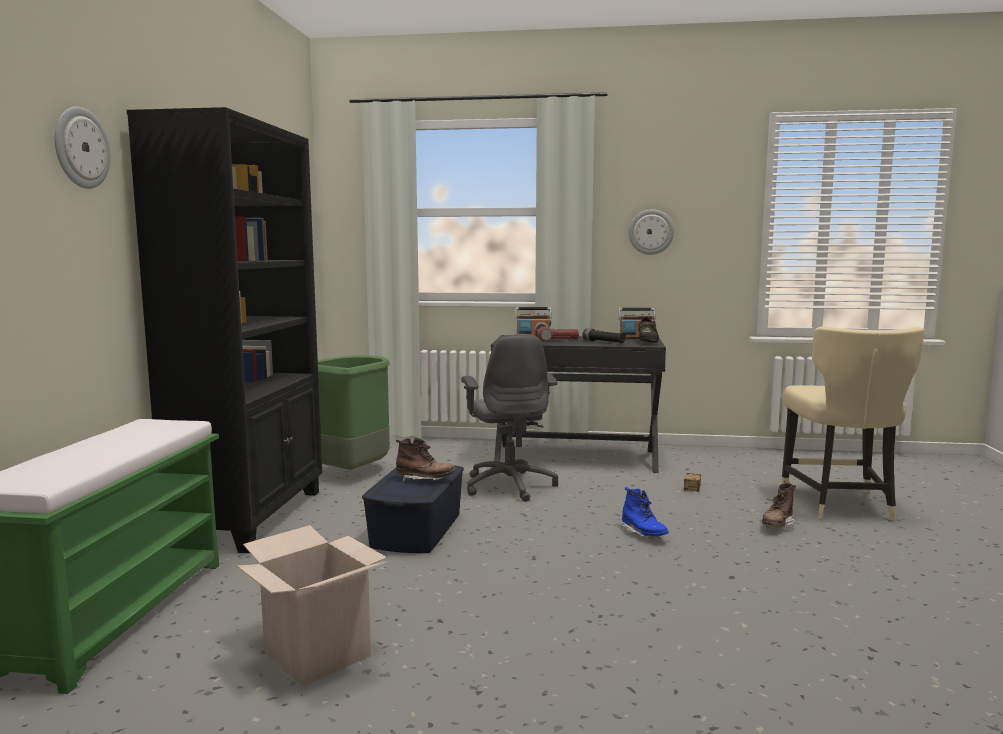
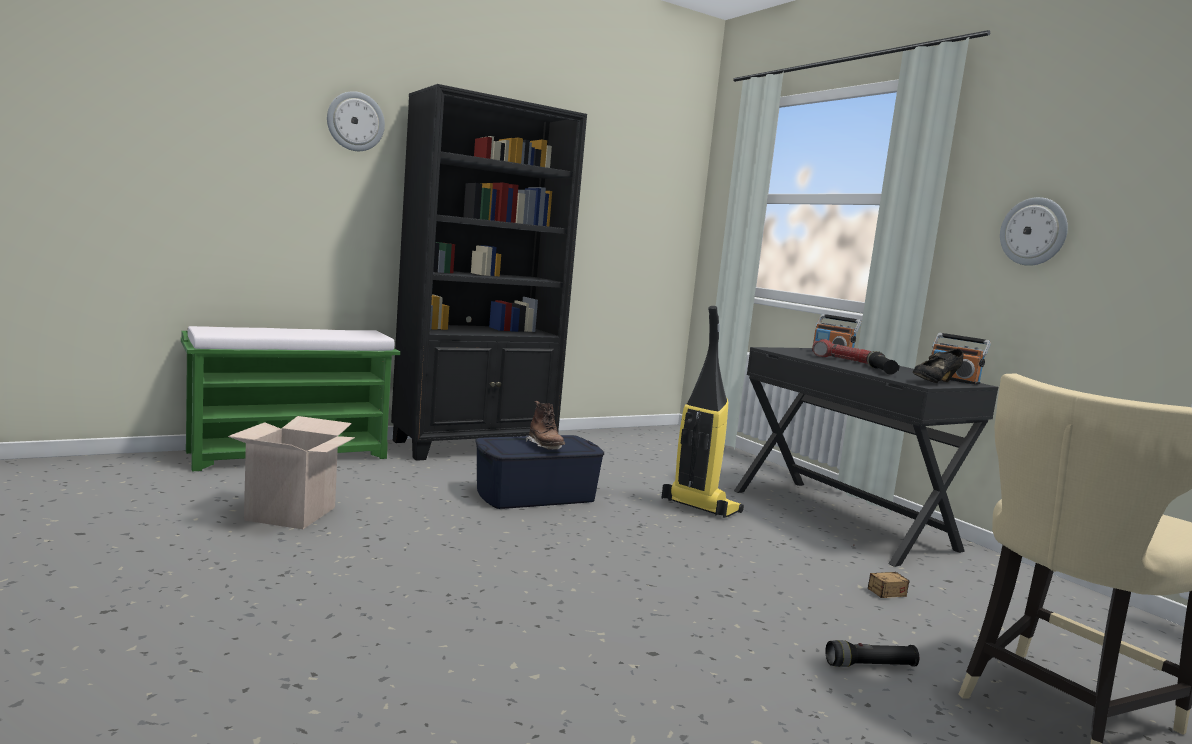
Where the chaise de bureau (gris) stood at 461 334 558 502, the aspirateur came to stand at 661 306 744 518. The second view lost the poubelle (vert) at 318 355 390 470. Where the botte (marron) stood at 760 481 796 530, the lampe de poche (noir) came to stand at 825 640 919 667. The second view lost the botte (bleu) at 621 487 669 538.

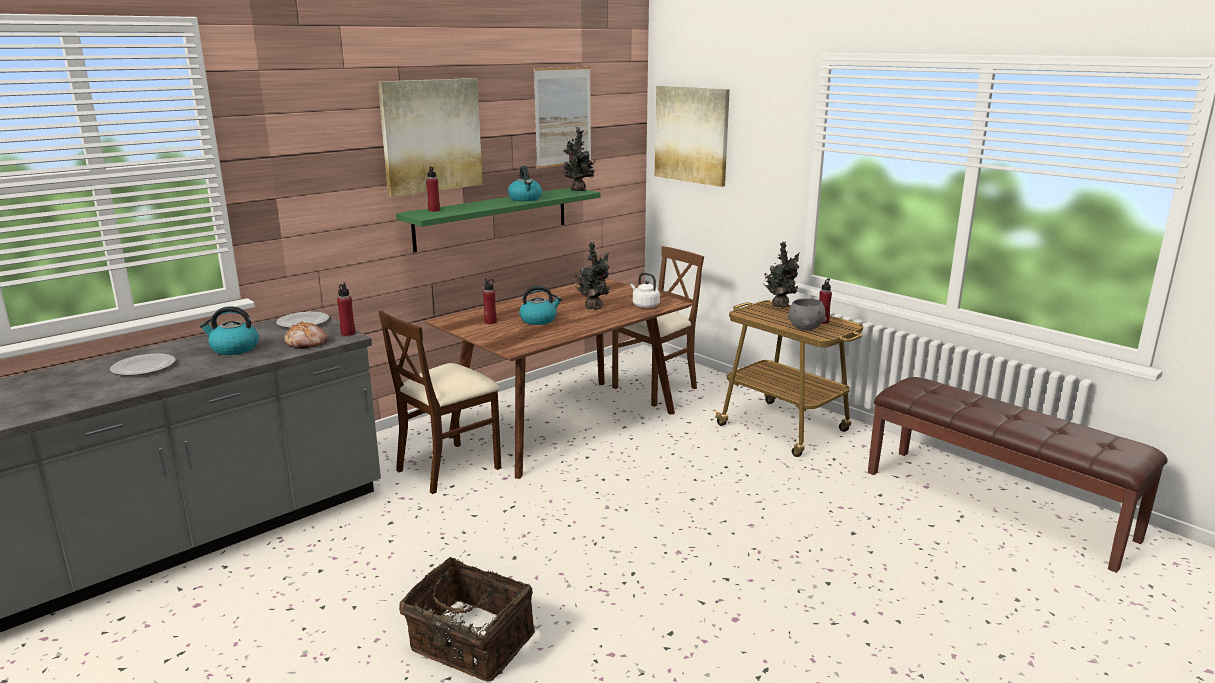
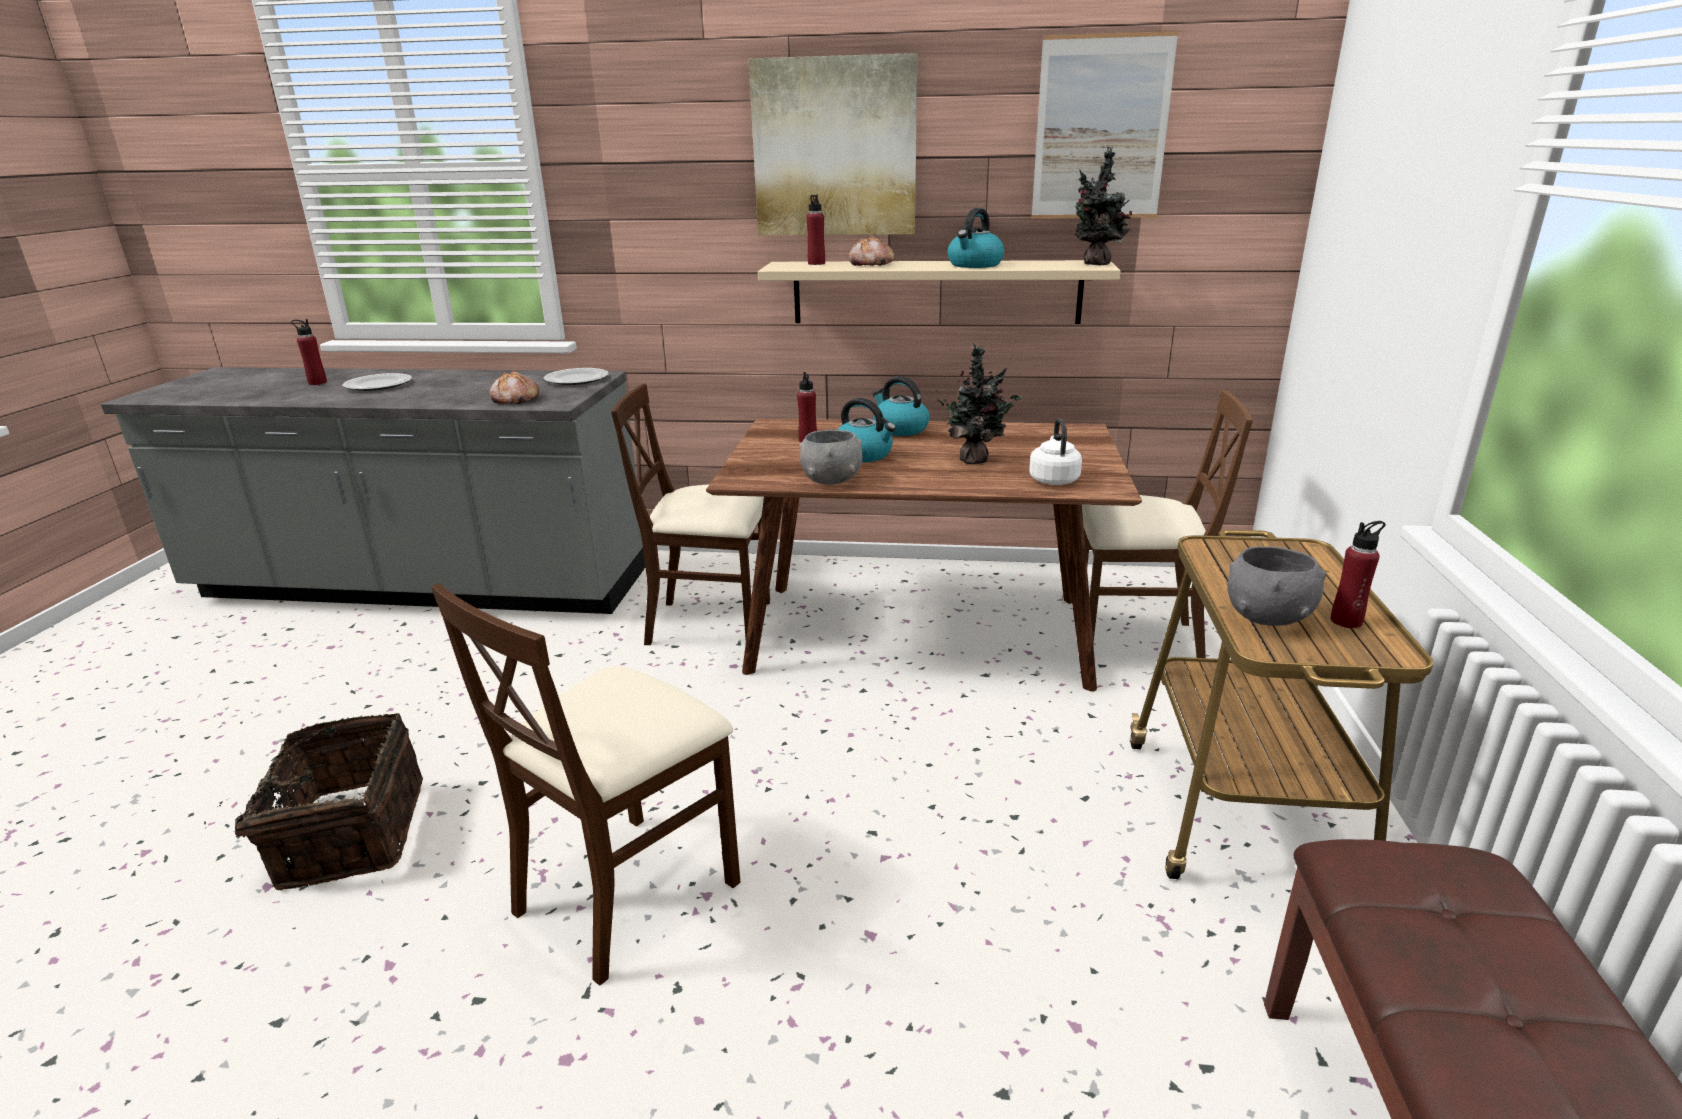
The second view lost the tableau at 655 86 730 187. What was the étagère (vert) at 396 188 601 252 turned into the étagère (beige) at 758 260 1121 324. The second view lost the plante en pot at 764 242 800 308. The bouteille (rouge) ended up elsewhere, having gone from 337 283 355 336 to 291 319 327 385. The bouilloire ended up elsewhere, having gone from 200 306 259 355 to 873 376 929 436. The second view gained the pain at 849 236 895 266. The second view gained the bol (gris) at 799 430 862 485. The second view gained the chaise (beige) at 431 583 741 986.

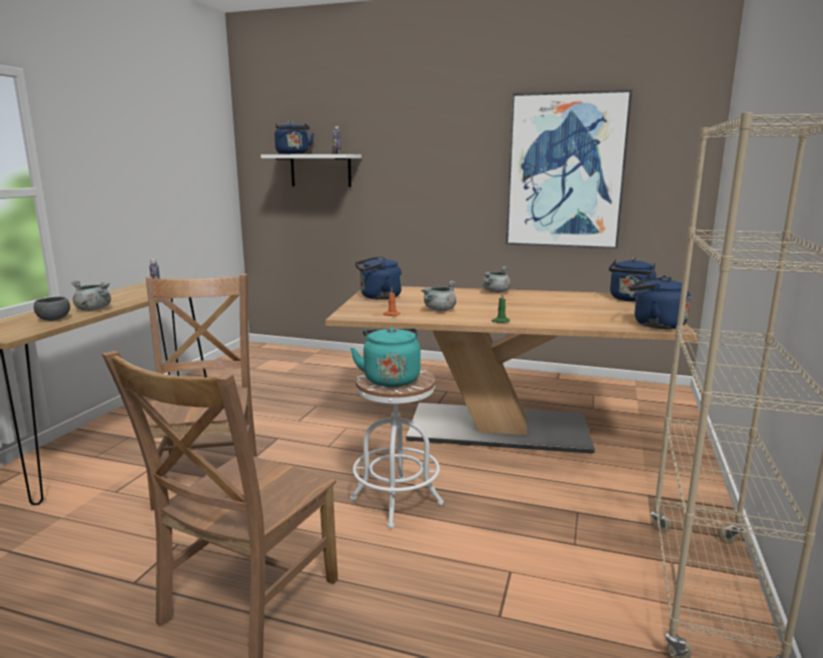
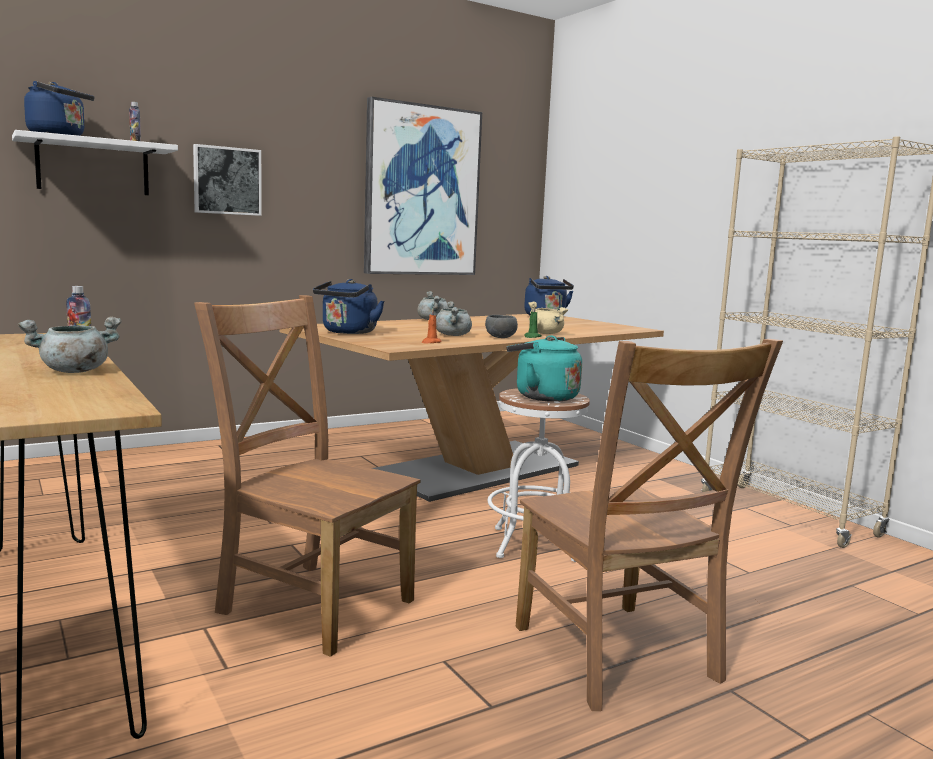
The second view lost the bouilloire (bleu) at 629 277 691 329. The bol (gris) ended up elsewhere, having gone from 34 297 70 321 to 485 315 518 338. The second view gained the tableau at 193 144 262 216. The second view gained the marmite (beige) at 528 301 568 334.

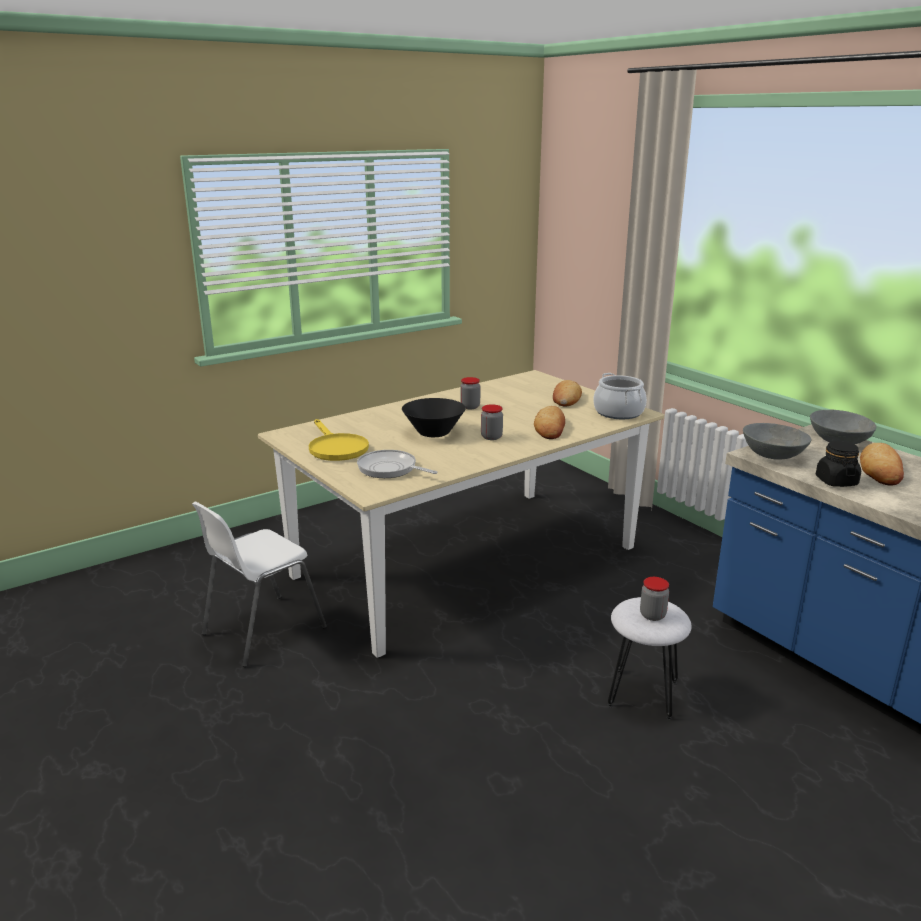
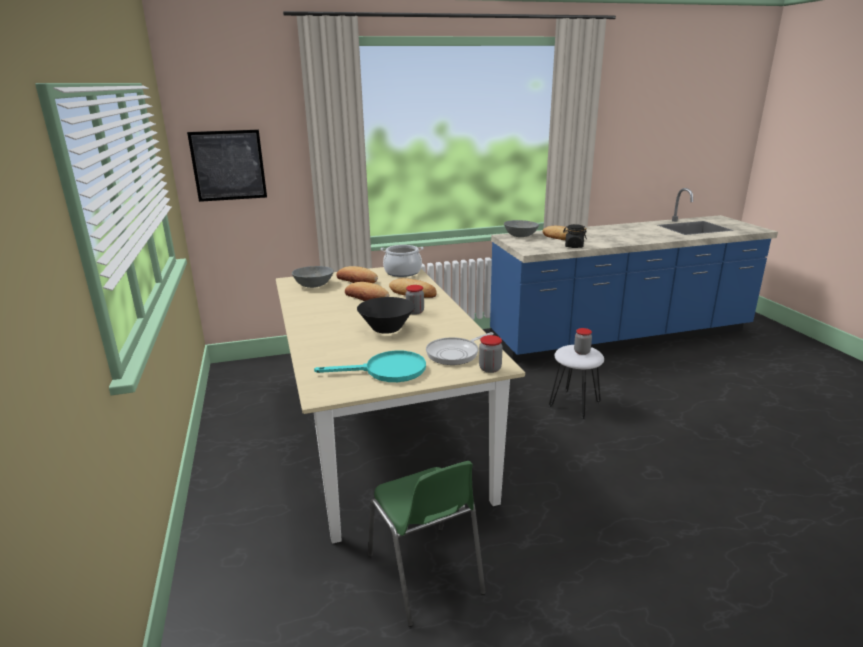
The bocal ended up elsewhere, having gone from 461 377 480 409 to 479 335 503 373. What was the poêle (jaune) at 309 419 369 461 turned into the poêle (turquoise) at 314 351 426 382. The bol (gris) ended up elsewhere, having gone from 743 423 811 459 to 292 266 334 288. What was the chaise (blanc) at 192 502 327 667 turned into the chaise (vert) at 368 461 486 627. The second view gained the tableau at 187 130 267 202. The second view gained the pain at 345 282 389 301.

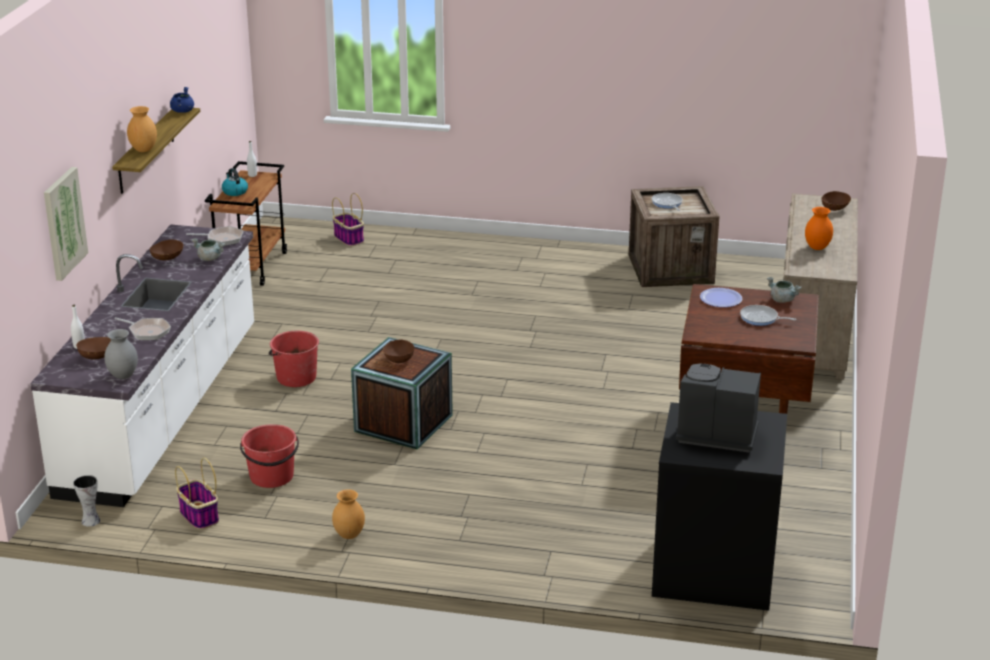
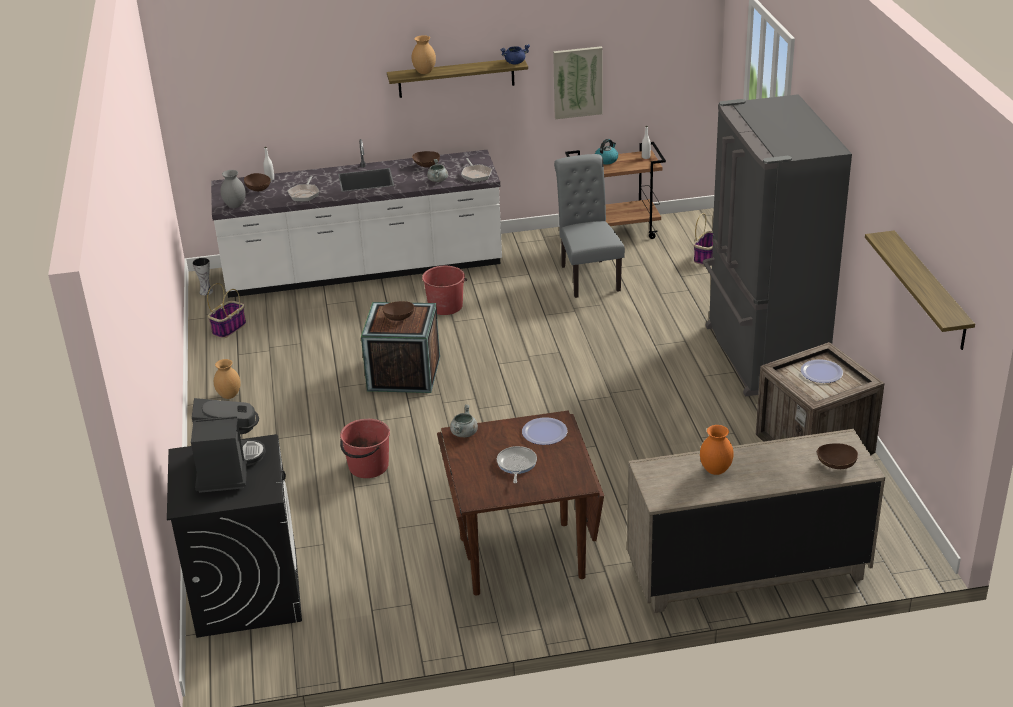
The tableau ended up elsewhere, having gone from 44 167 88 281 to 553 46 602 119. Where the poêle stood at 652 193 683 211, the assiette came to stand at 801 359 843 383. The marmite (gris) ended up elsewhere, having gone from 767 277 801 303 to 450 404 478 437. The seau (rouge) ended up elsewhere, having gone from 240 424 299 488 to 340 419 390 478. The second view gained the réfrigérateur (gris) at 702 94 852 397. The second view gained the chaise (gris) at 554 154 625 298. The second view gained the étagère at 865 231 975 350.

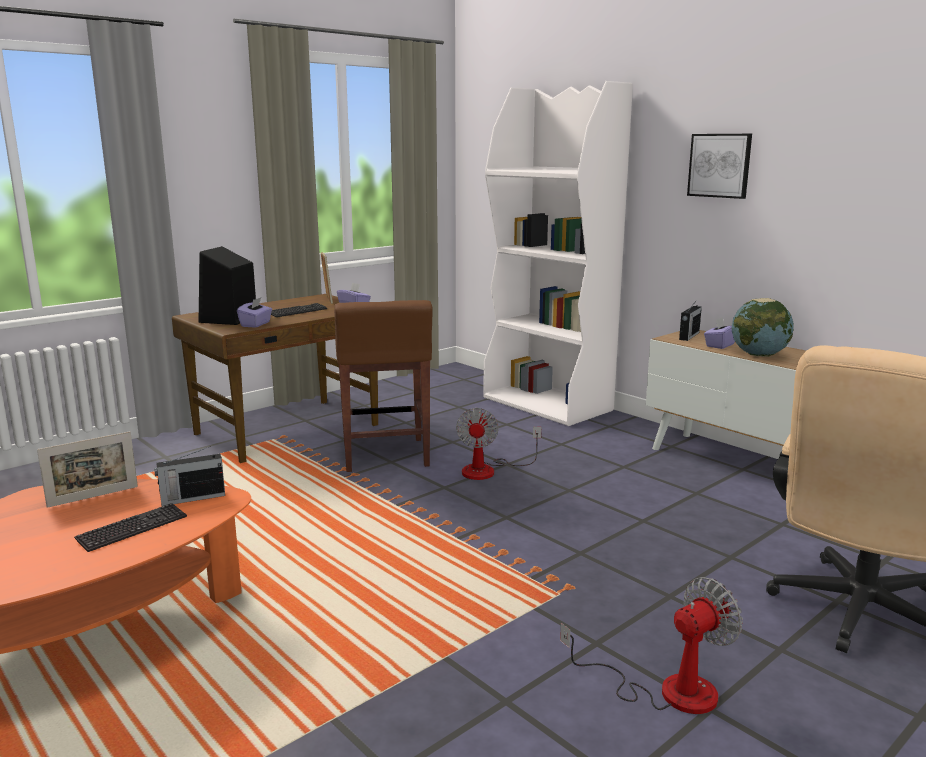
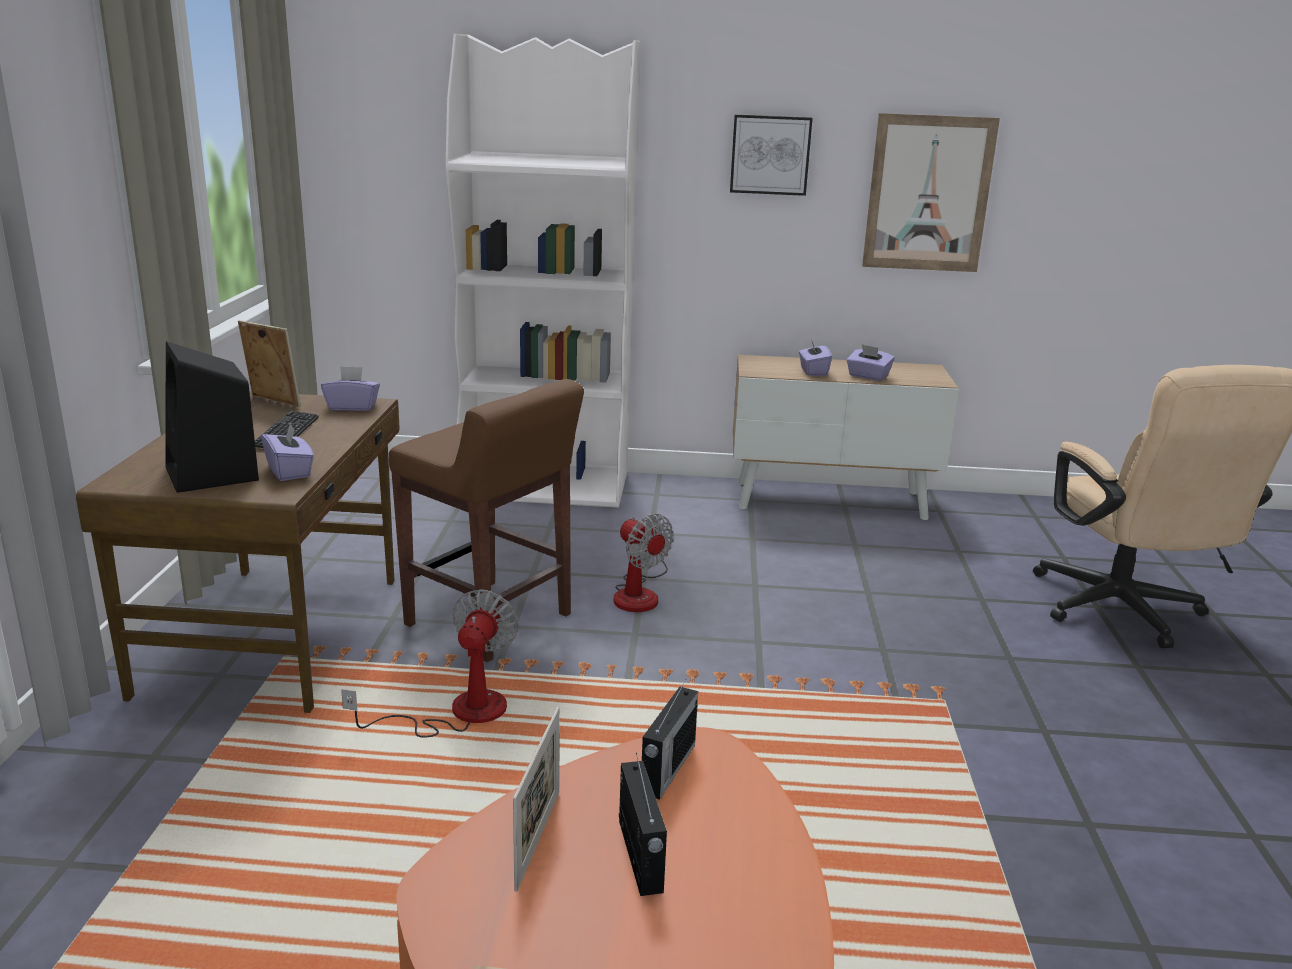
Where the globe stood at 732 298 794 357, the boîte à mouchoirs (violet) came to stand at 846 344 894 381. The radio ended up elsewhere, having gone from 679 301 702 341 to 619 753 667 896. The second view lost the clavier at 74 503 187 552. The ventilateur ended up elsewhere, having gone from 560 577 743 714 to 341 589 519 738. The second view gained the tableau at 862 113 1000 272.

